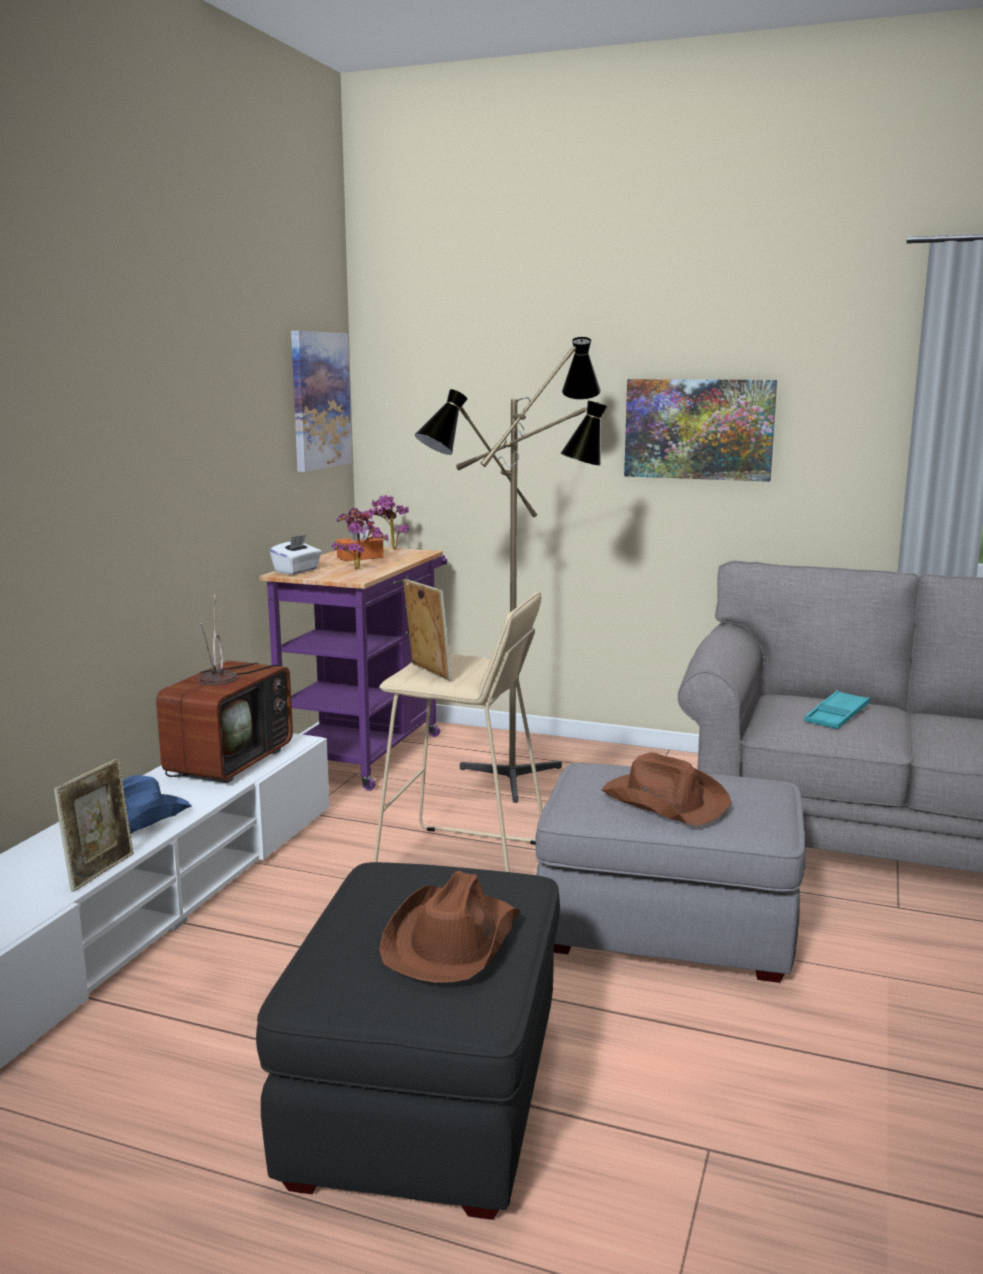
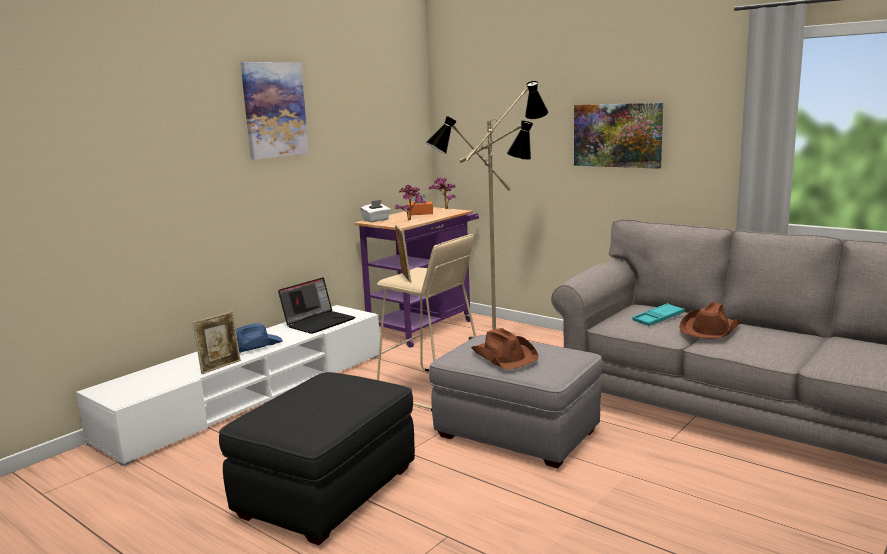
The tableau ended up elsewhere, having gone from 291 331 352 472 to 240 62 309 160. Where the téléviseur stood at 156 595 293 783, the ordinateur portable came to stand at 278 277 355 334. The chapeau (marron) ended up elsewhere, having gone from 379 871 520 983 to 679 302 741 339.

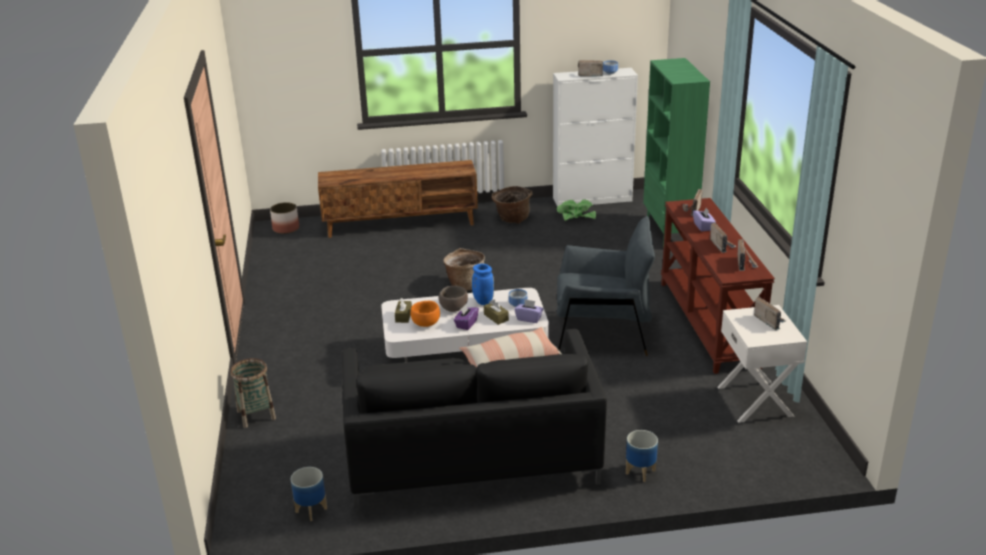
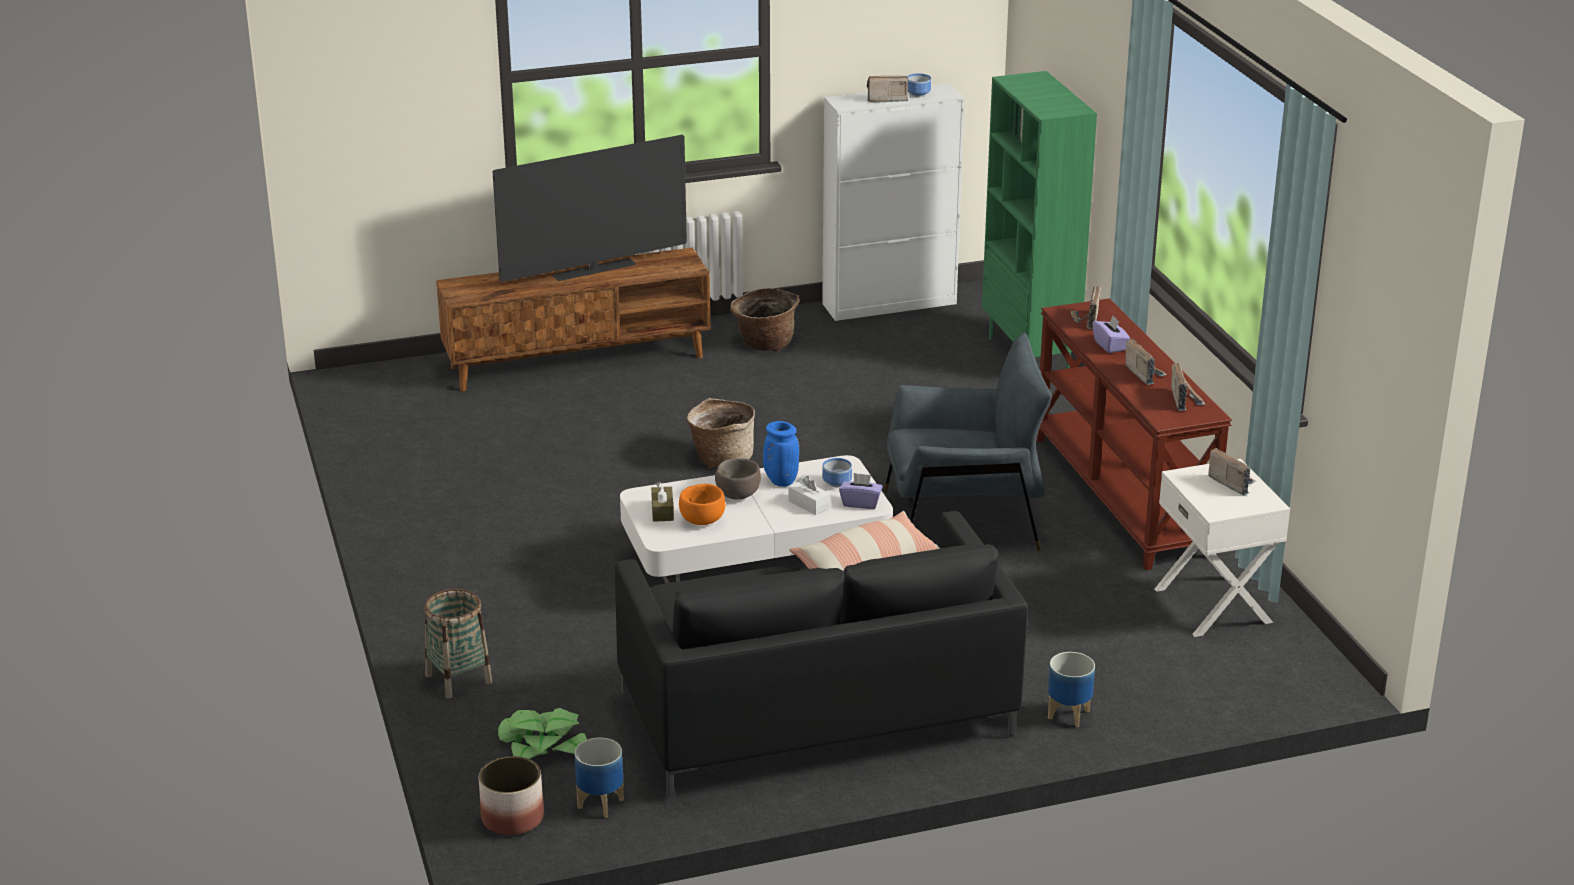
The plante en pot ended up elsewhere, having gone from 557 199 596 221 to 498 708 587 759. The cache-pot ended up elsewhere, having gone from 270 202 299 234 to 479 756 544 835. What was the boîte à mouchoirs (marron) at 484 299 509 325 turned into the boîte à mouchoirs (blanc) at 788 476 830 515. The second view lost the boîte à mouchoirs (violet) at 454 304 479 330. The second view gained the téléviseur at 492 135 687 282.

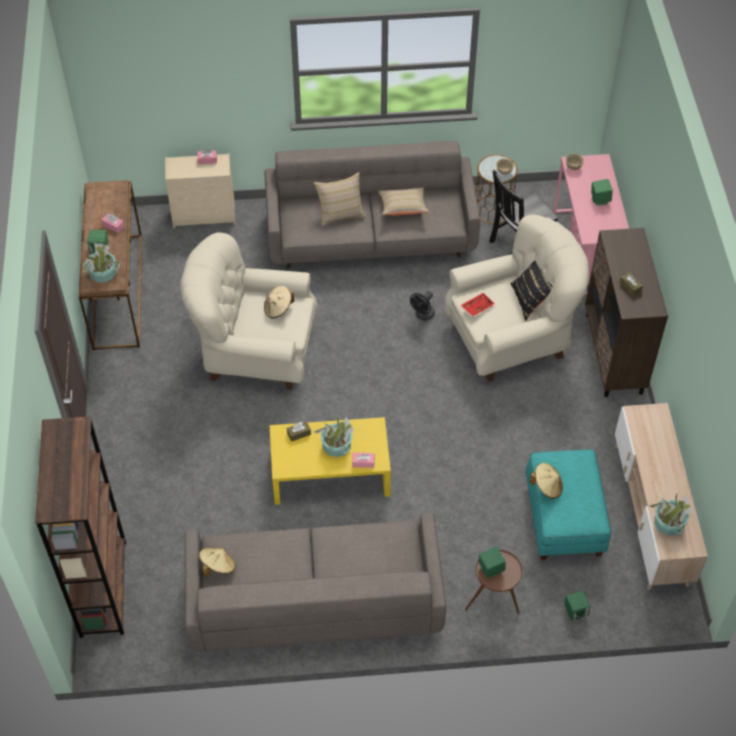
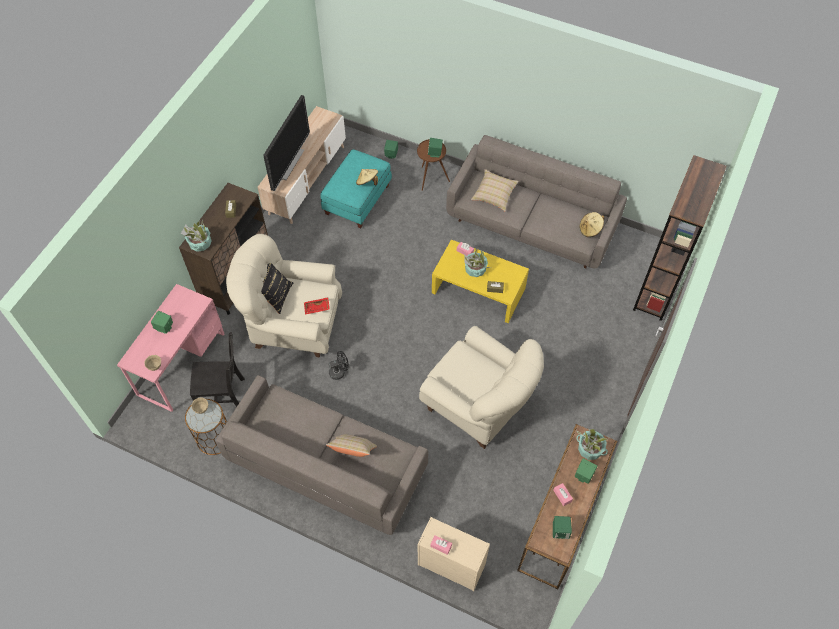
The coussin (beige) ended up elsewhere, having gone from 378 187 429 215 to 471 169 518 211. The second view lost the chapeau (beige) at 264 286 294 318. The plante en pot ended up elsewhere, having gone from 648 494 693 536 to 181 219 212 252. The second view gained the téléviseur at 263 95 310 191. The second view gained the enceinte (vert) at 553 516 572 539.

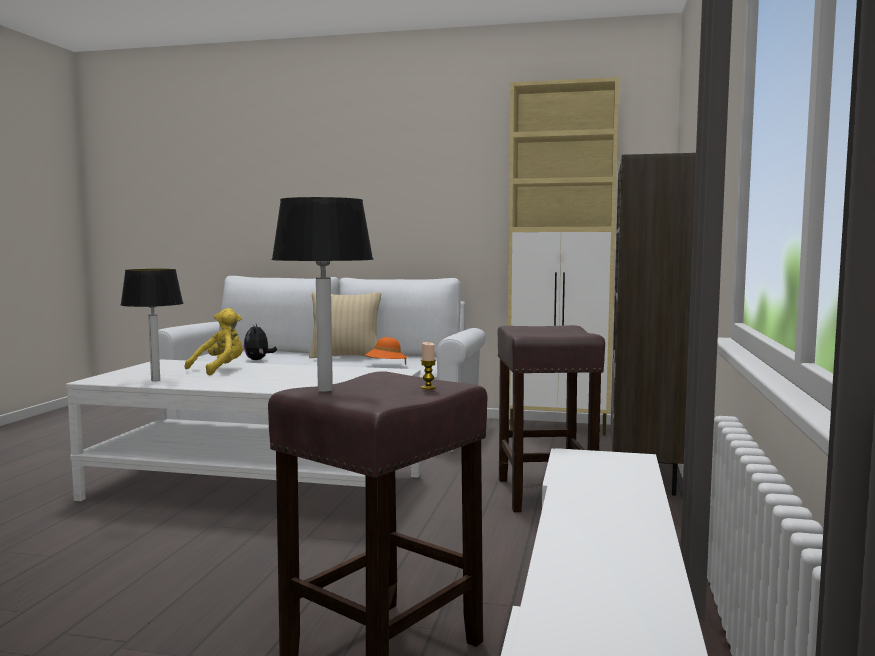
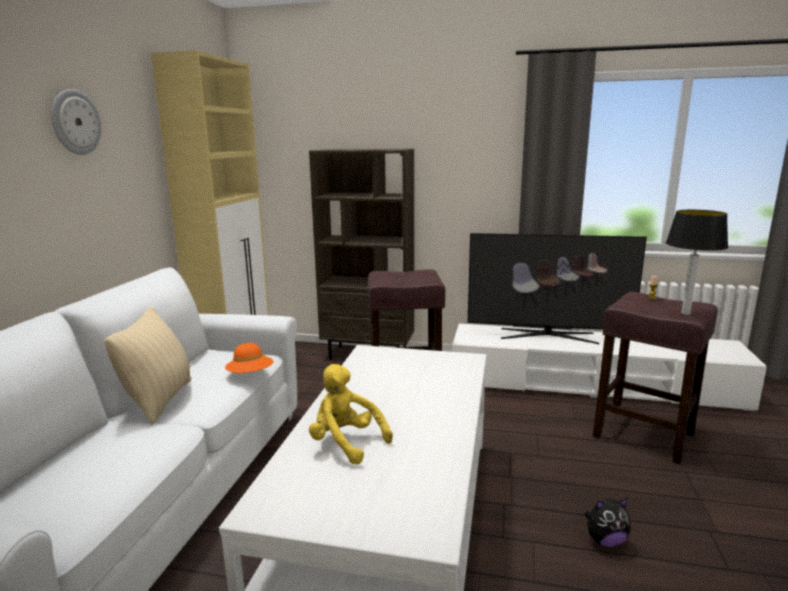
The second view lost the lampe de table at 120 269 183 381. The peluche ended up elsewhere, having gone from 244 324 277 360 to 584 498 631 547. The second view gained the horloge murale at 51 89 101 155. The second view gained the téléviseur at 468 233 647 344.

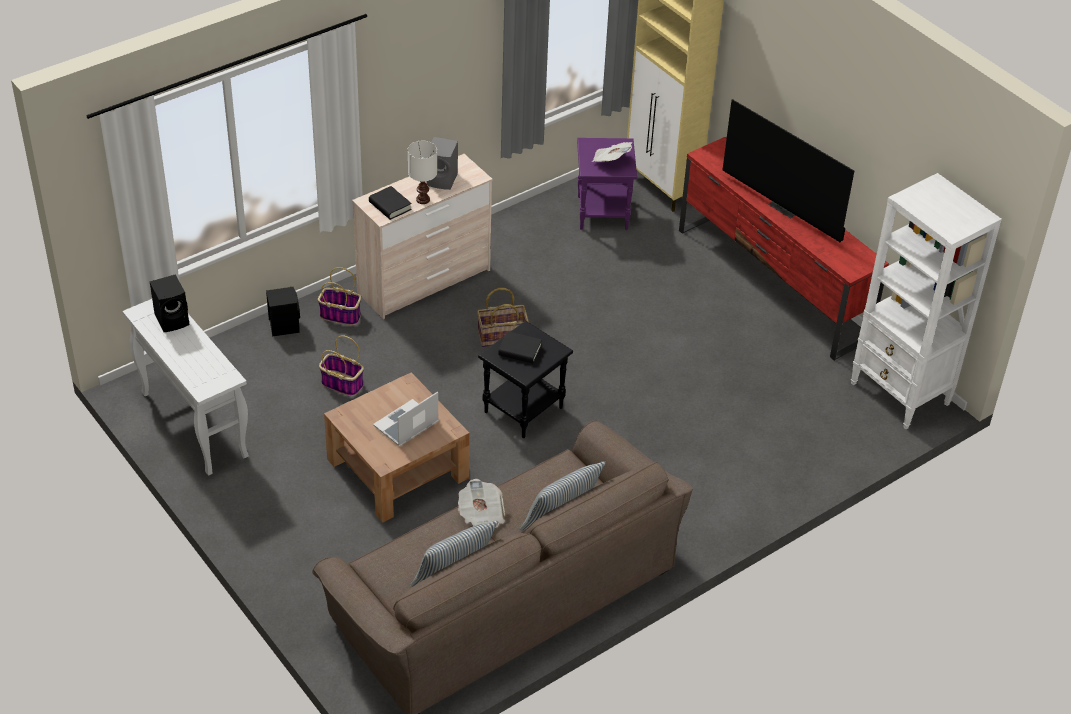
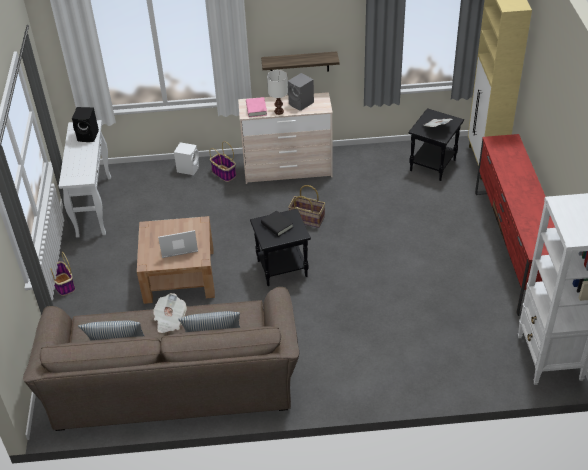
The second view lost the téléviseur at 723 99 854 242. What was the table d'appoint (violet) at 577 138 637 230 turned into the table d'appoint (noir) at 408 108 464 181. What was the livre (noir) at 369 186 412 220 turned into the livre (rose) at 246 97 267 117. What was the enceinte (noir) at 266 287 300 337 turned into the enceinte (blanc) at 174 142 199 175. The panier ended up elsewhere, having gone from 319 335 364 396 to 51 252 75 296. The second view gained the étagère at 261 51 340 71.

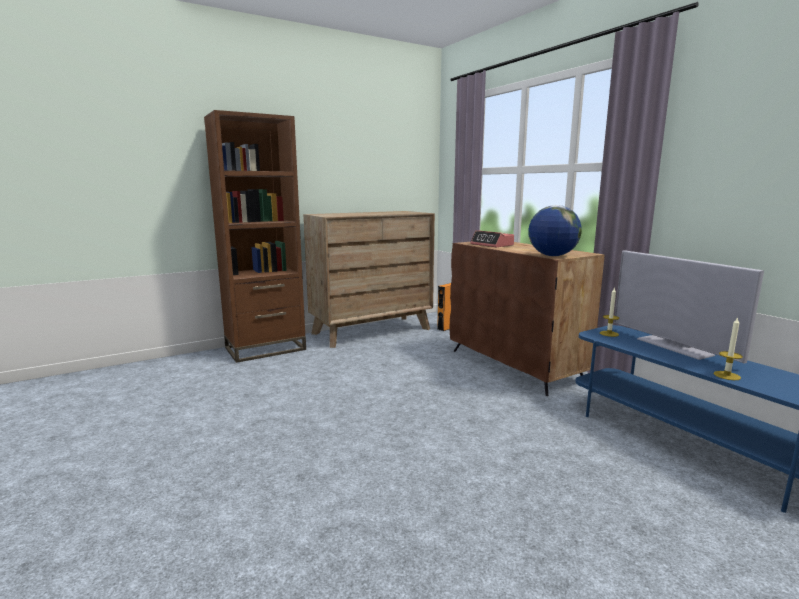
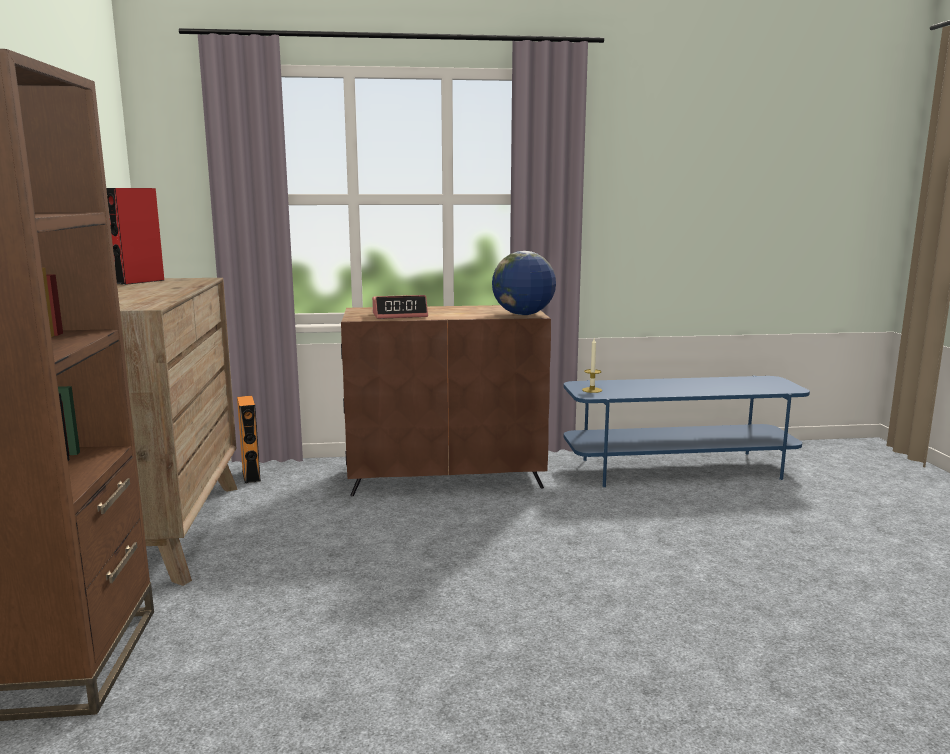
The second view lost the téléviseur at 614 250 764 363. The second view lost the bougie at 714 317 743 380. The second view gained the enceinte (rouge) at 106 188 165 285.

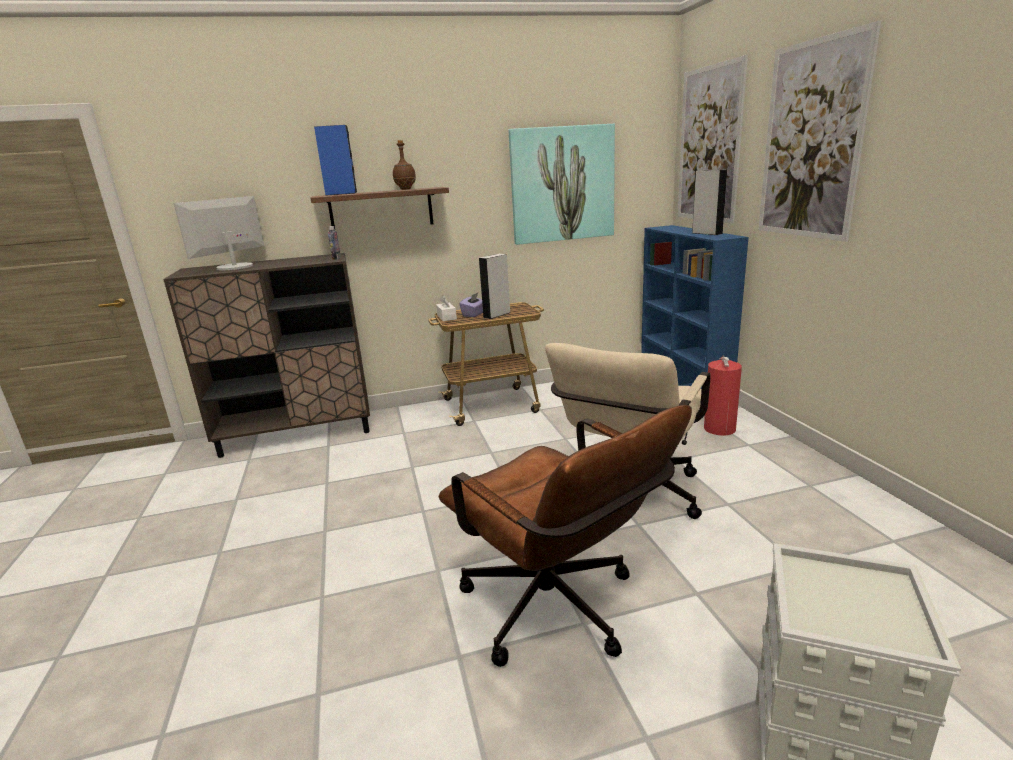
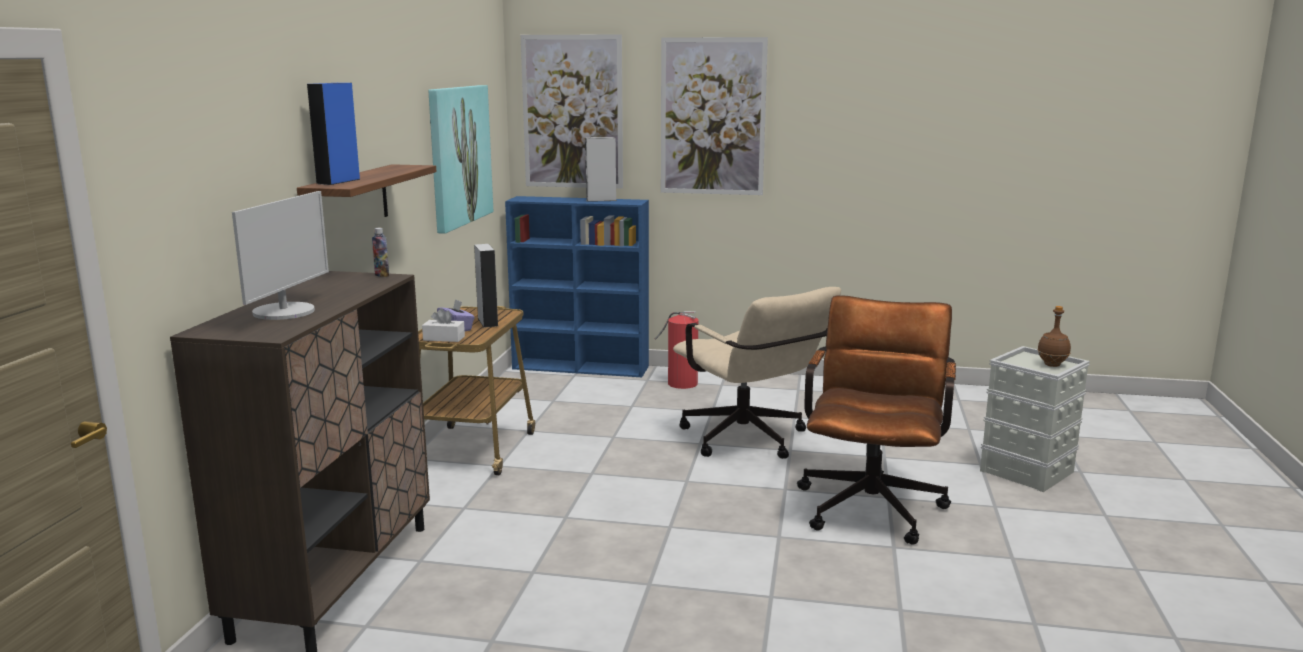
The bouteille (marron) ended up elsewhere, having gone from 393 140 416 190 to 1037 306 1071 367. The écran d'ordinateur at 174 196 264 270 ended up facing another way, 135 degrees counterclockwise from before. The chaise de bureau (marron) at 438 405 692 667 ended up facing another way, 60 degrees counterclockwise from before.

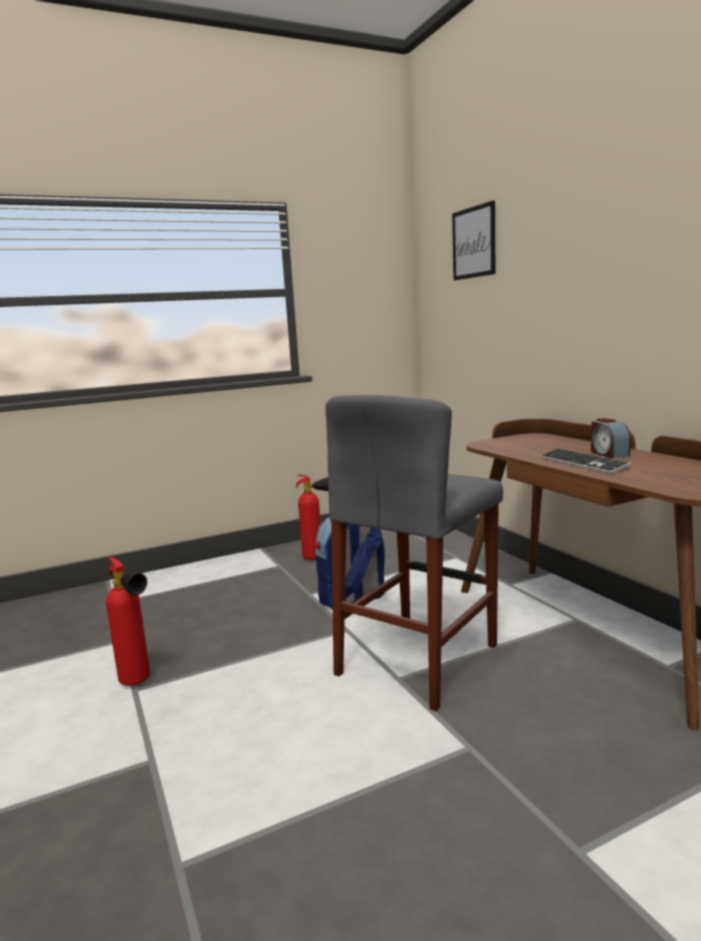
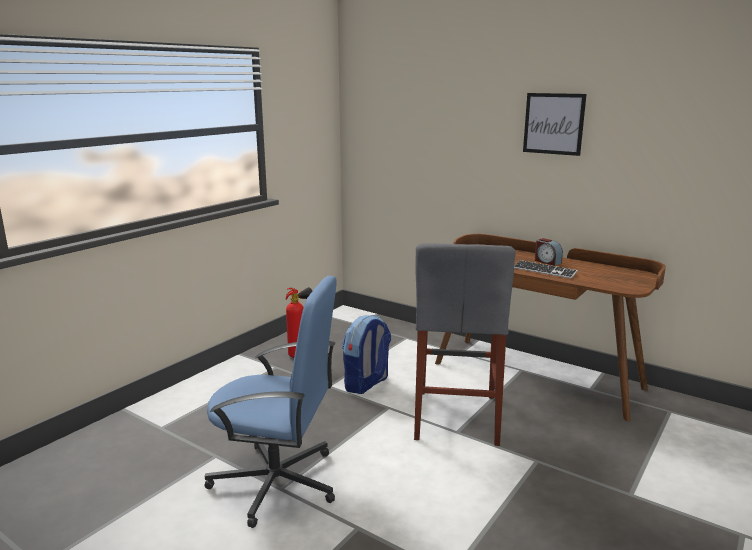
The tableau ended up elsewhere, having gone from 452 200 495 280 to 523 93 587 156. Where the extincteur stood at 106 557 150 686, the chaise de bureau (bleu) came to stand at 204 276 337 528.

